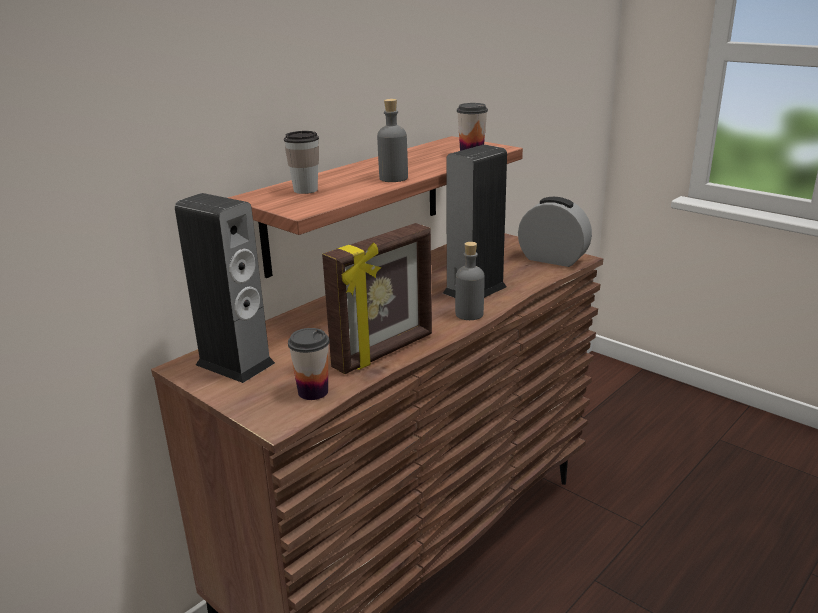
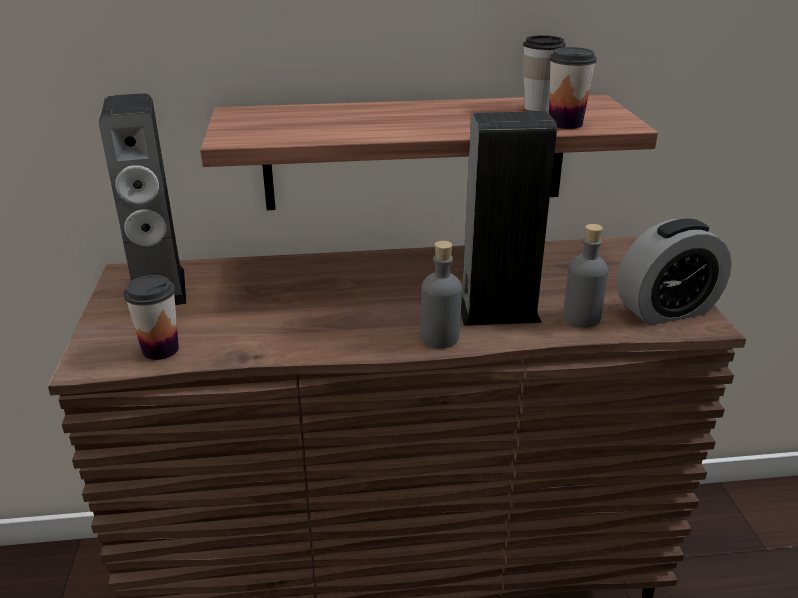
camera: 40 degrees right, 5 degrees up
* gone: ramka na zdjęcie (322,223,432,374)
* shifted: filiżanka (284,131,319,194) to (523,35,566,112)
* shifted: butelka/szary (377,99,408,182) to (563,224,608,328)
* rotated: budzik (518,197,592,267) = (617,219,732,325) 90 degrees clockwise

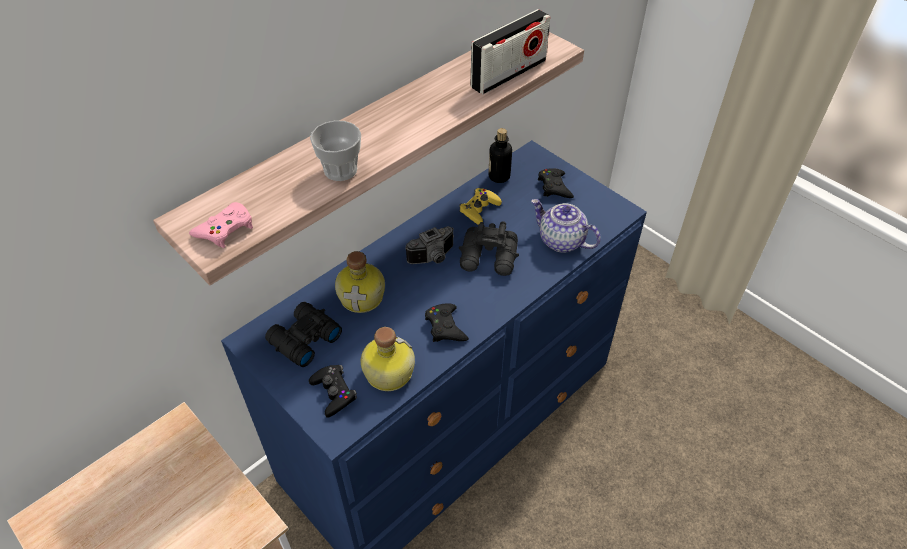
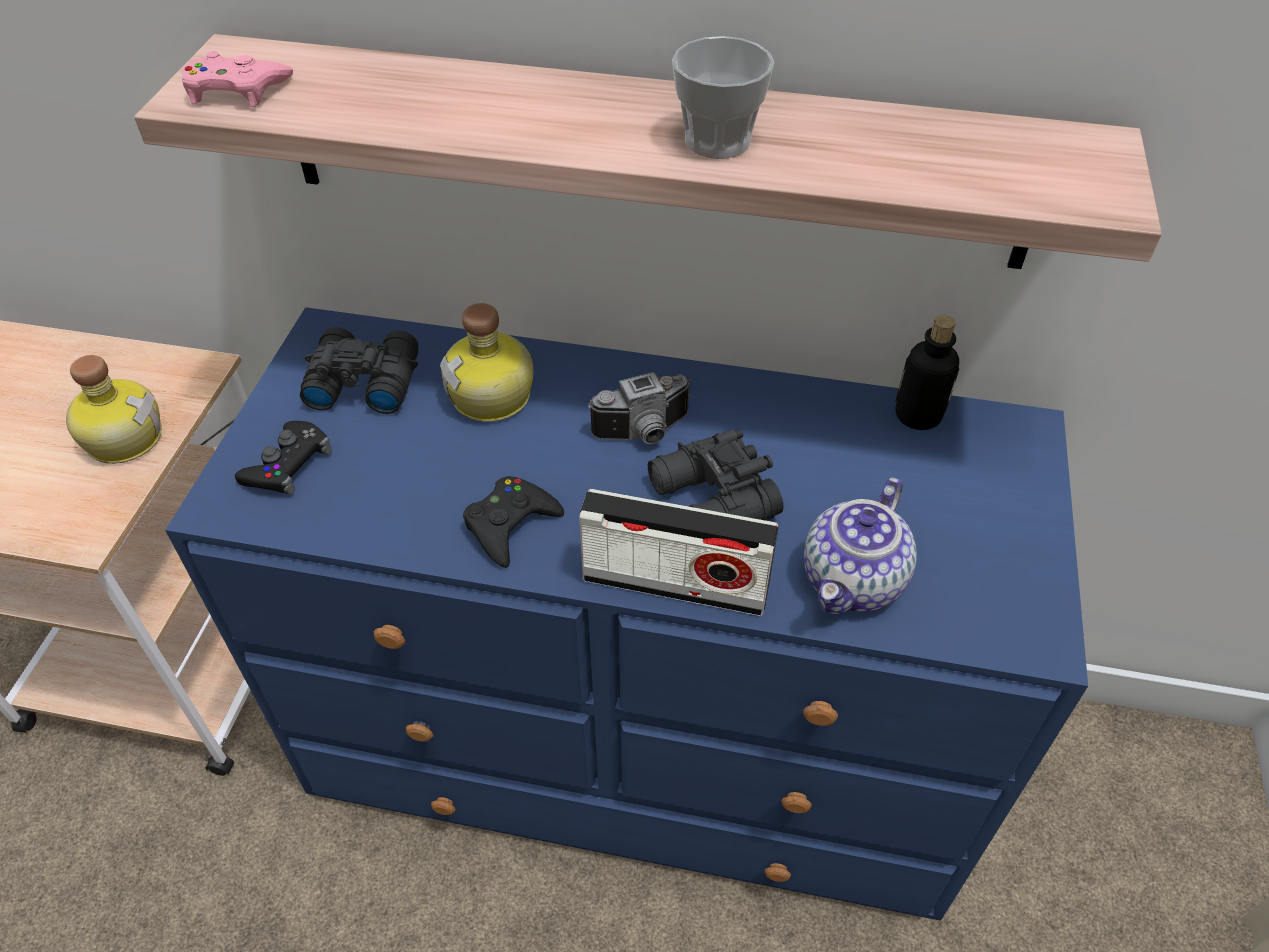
camera: 55 degrees right, 0 degrees up
* gone: pad do gier/żółty (459,188,502,225)
* gone: pad do gier/czarny (538,168,574,198)
* shifted: filiżanka (310,120,361,181) to (672,36,774,159)
* shifted: butelka (361,327,415,391) to (66,355,162,464)
* shifted: radio (471,9,550,95) to (579,489,778,616)
* rotated: aparat fotograficzny (405,226,454,264) = (588,372,691,444) 45 degrees counterclockwise
* rotated: imbryk (531,199,601,253) = (804,477,917,615) 150 degrees counterclockwise

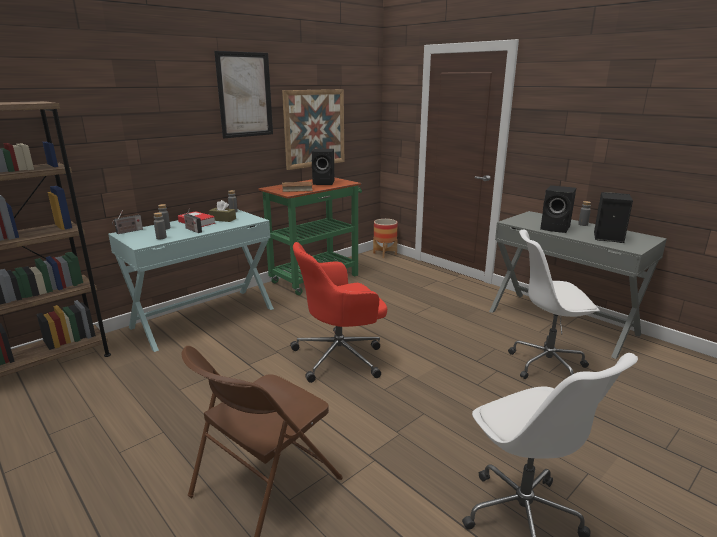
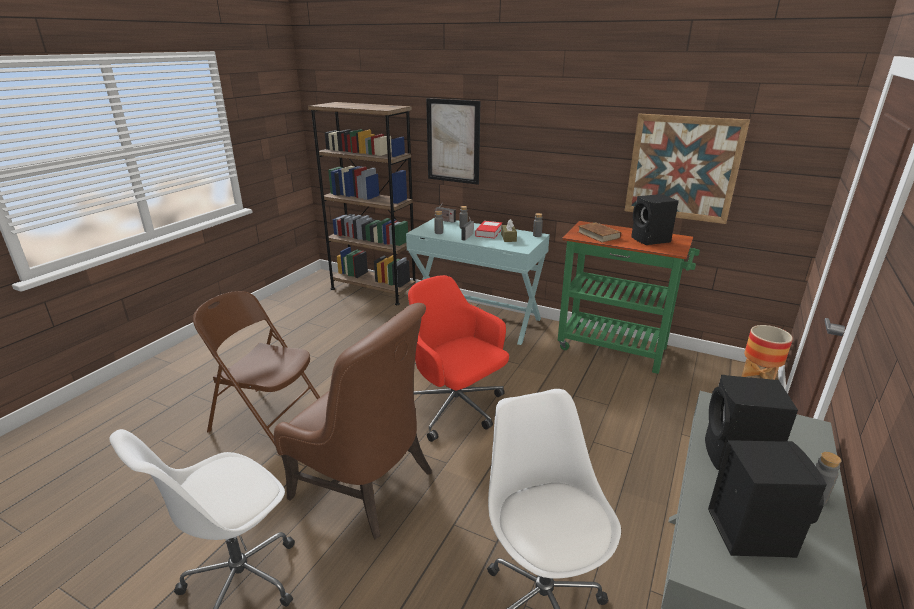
camera: 70 degrees right, 5 degrees up
* new: krzesło/brązowy (274,303,432,539)
* shifted: obraz (214,51,273,138) to (426,98,480,185)

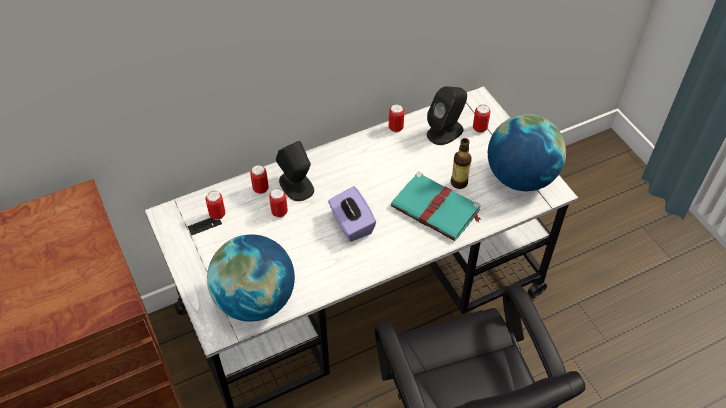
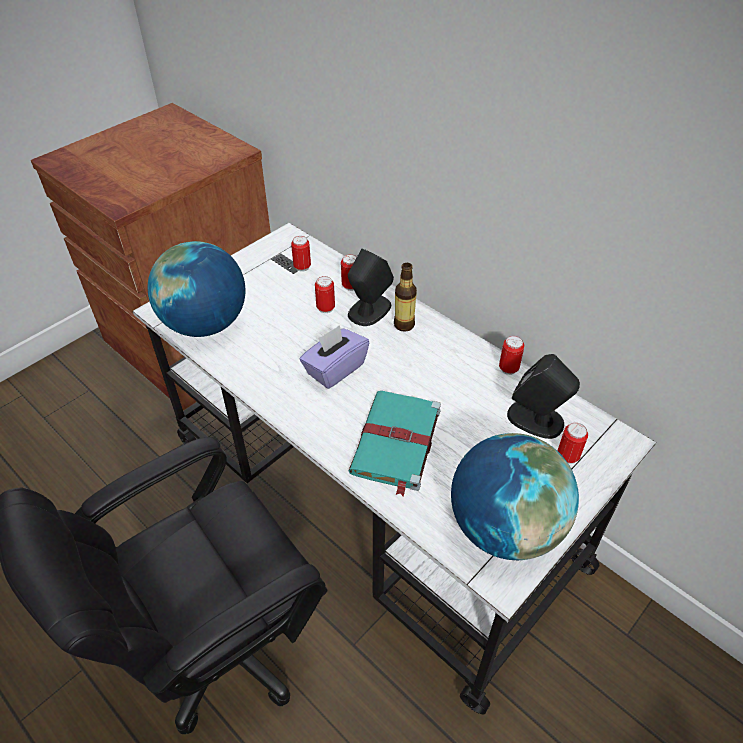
camera: 70 degrees right, 5 degrees down
* shifted: butelka (451,138,472,189) to (394,263,417,332)

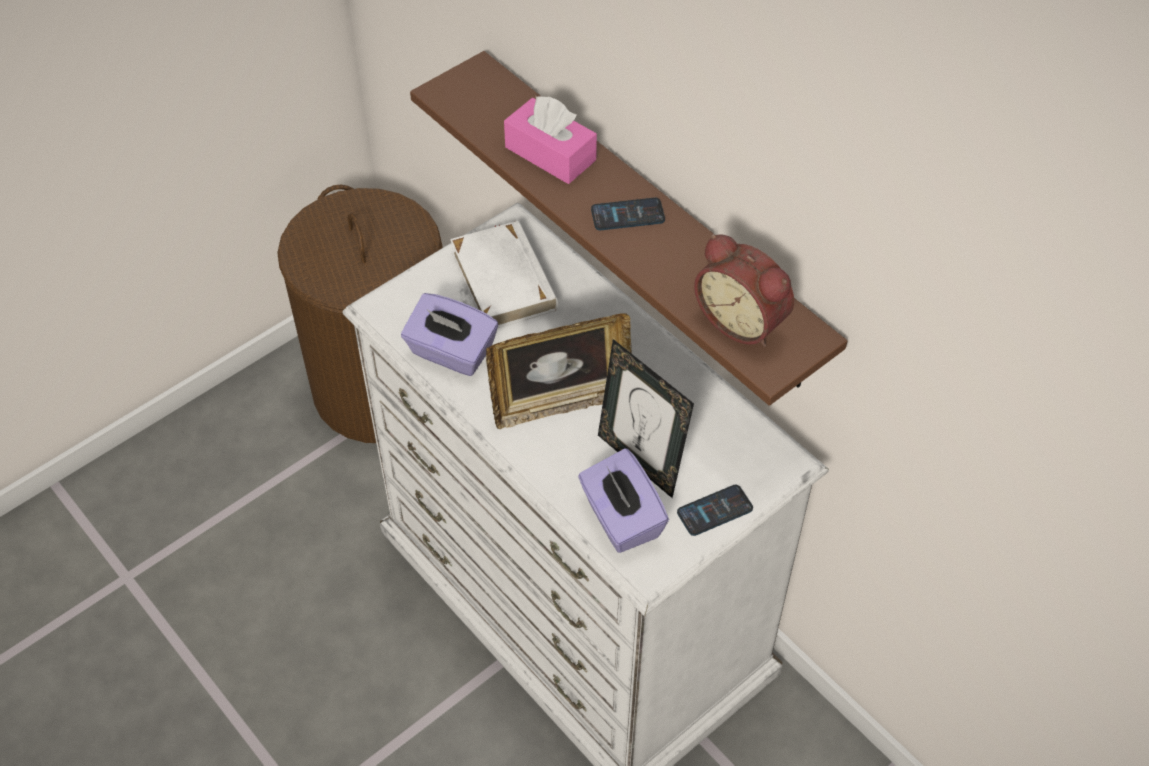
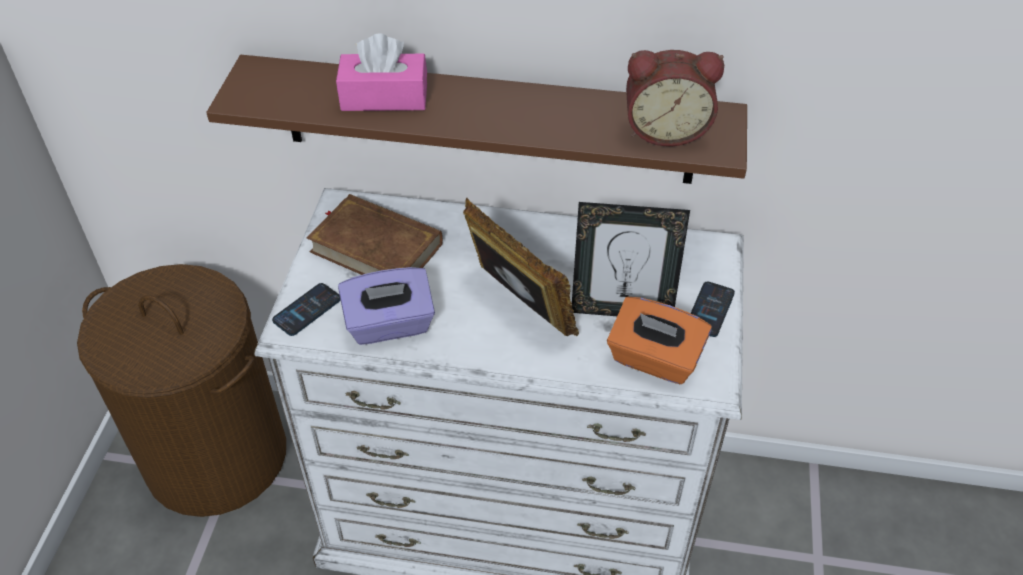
camera: 40 degrees left, 5 degrees down
* shifted: telefon (591,198,665,230) to (272,283,341,336)
* repainted: książka/biały (450,221,558,328) to książka/brązowy (307,194,443,275)
* repainted: pudełko chusteczek/fioletowy (578,448,669,553) to pudełko chusteczek/pomarańczowy (607,297,712,384)
* rotated: ramka na zdjęcie (486,314,632,429) = (463,198,579,336) 75 degrees counterclockwise

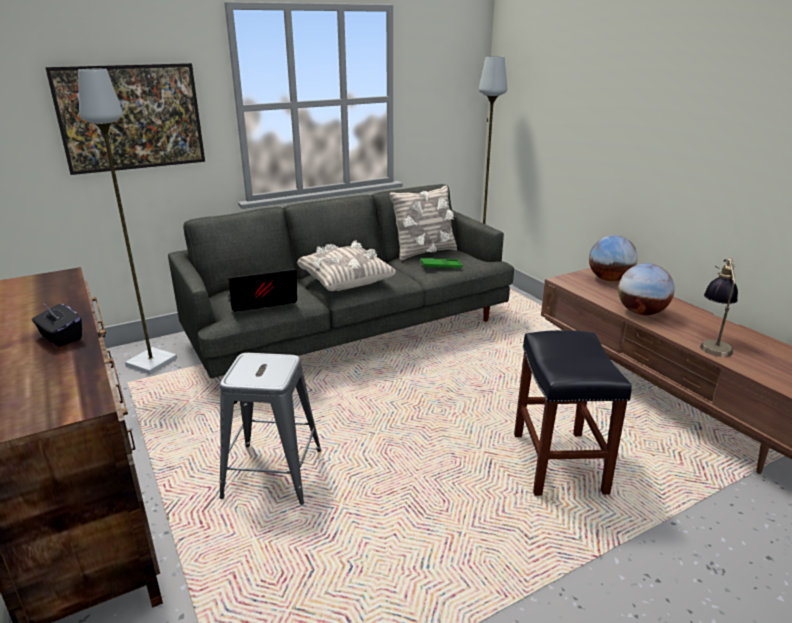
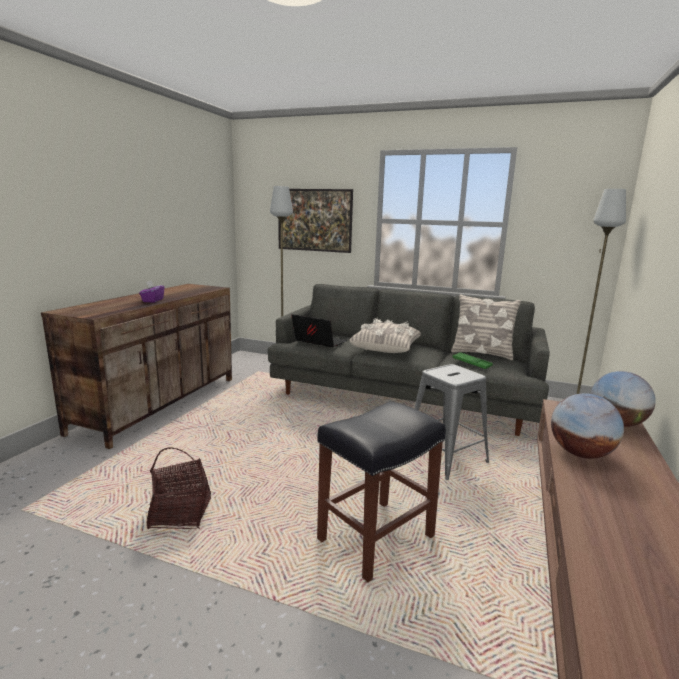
camera: 50 degrees right, 10 degrees down
* gone: lampa stołowa (700,258,738,357)
* new: koszyk (147,448,211,529)
* shifted: stołek/szary (220,353,321,505) to (414,364,489,480)
* repainted: pudełko chusteczek/czarny (32,304,82,347) to pudełko chusteczek/fioletowy (139,281,164,302)

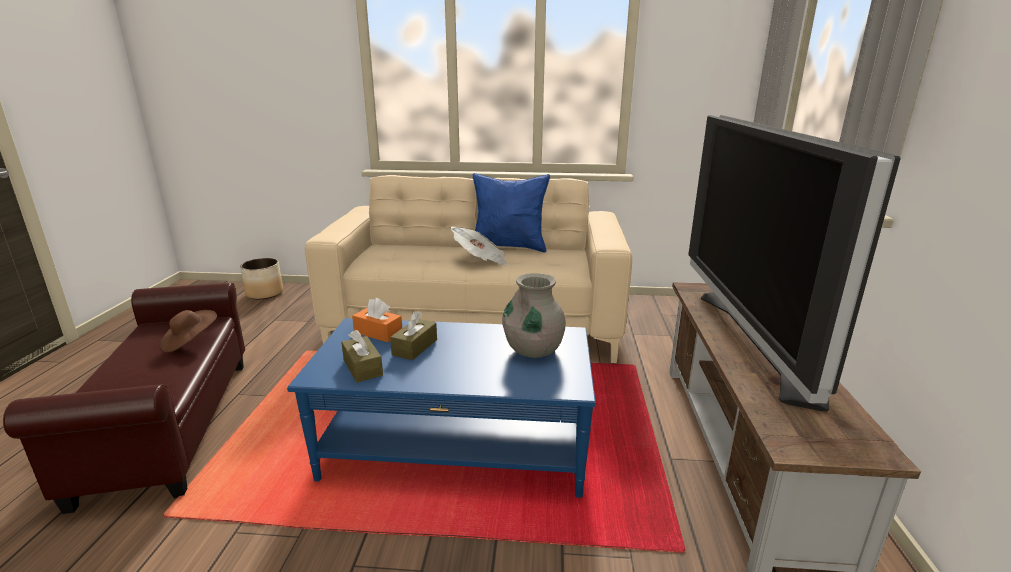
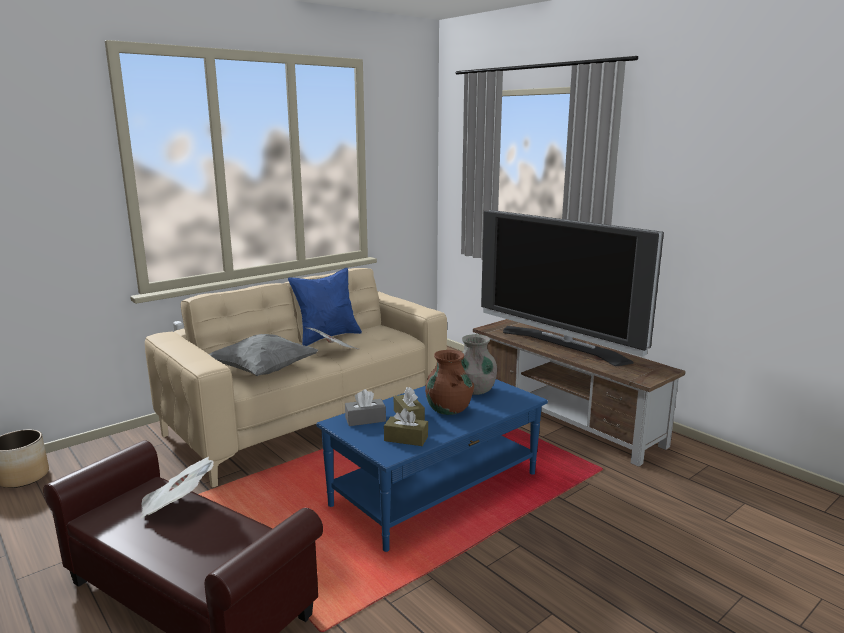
camera: 45 degrees left, 5 degrees down
* new: poduszka/szary (209,334,319,376)
* new: wazon/brązowy (425,350,474,415)
* swapped: kapelusz/brązowy (160,310,217,353) to gazeta (140,457,214,518)
* repainted: pudełko chusteczek/pomarańczowy (352,298,402,342) to pudełko chusteczek/szary (345,389,386,426)

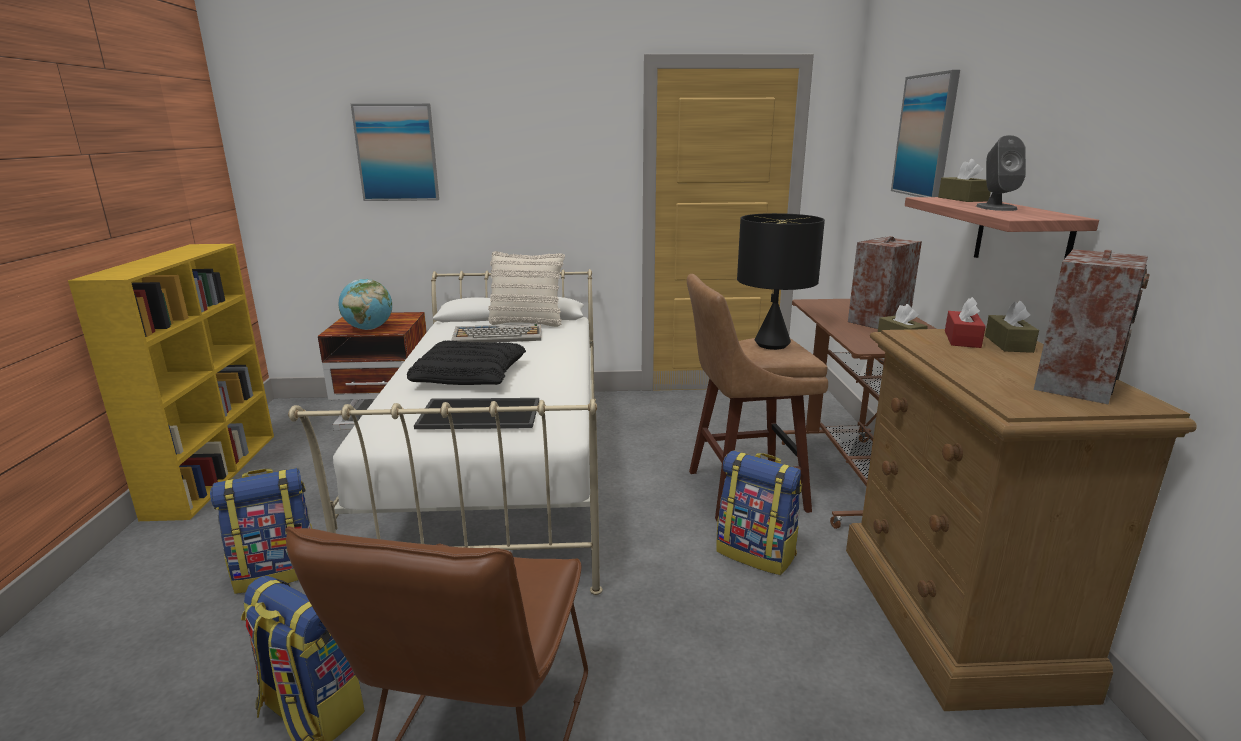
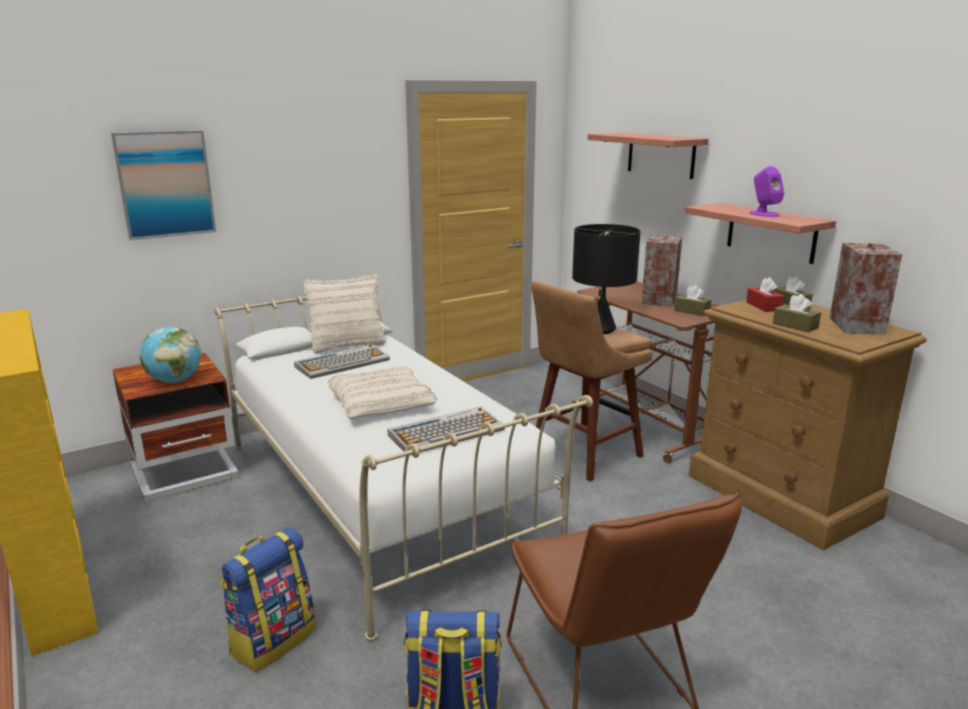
camera: 30 degrees left, 0 degrees up
* gone: plecak (716,450,802,575)
* shifted: pudełko chusteczek/brązowy (938,159,991,202) to (773,294,821,332)
* swapped: taca (414,398,539,429) to klawiatura (388,406,505,455)
* swapped: obraz (891,70,960,197) to półka (588,133,709,179)
* repainted: poduszka/czarny (407,340,526,385) to poduszka/beżowy (327,366,438,419)
* repainted: głośnik/szary (976,135,1026,211) to głośnik/fioletowy (749,166,784,217)

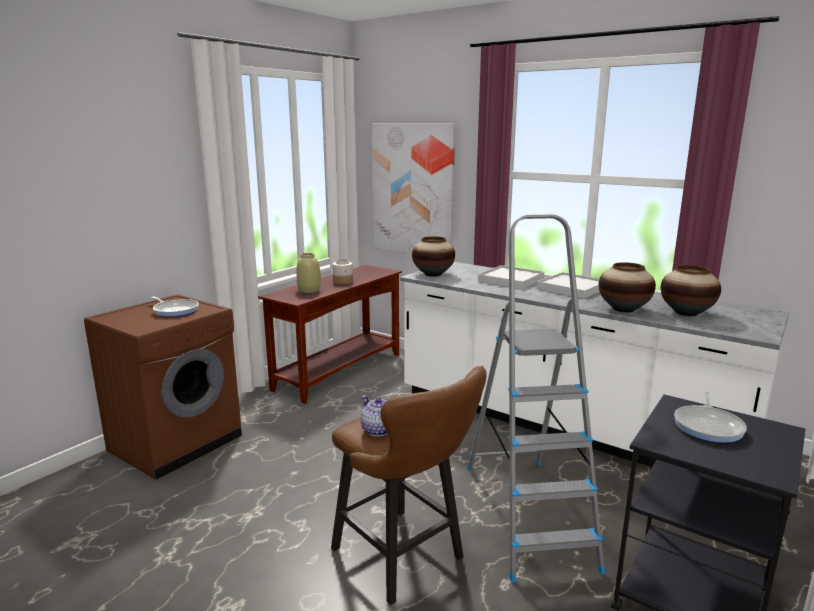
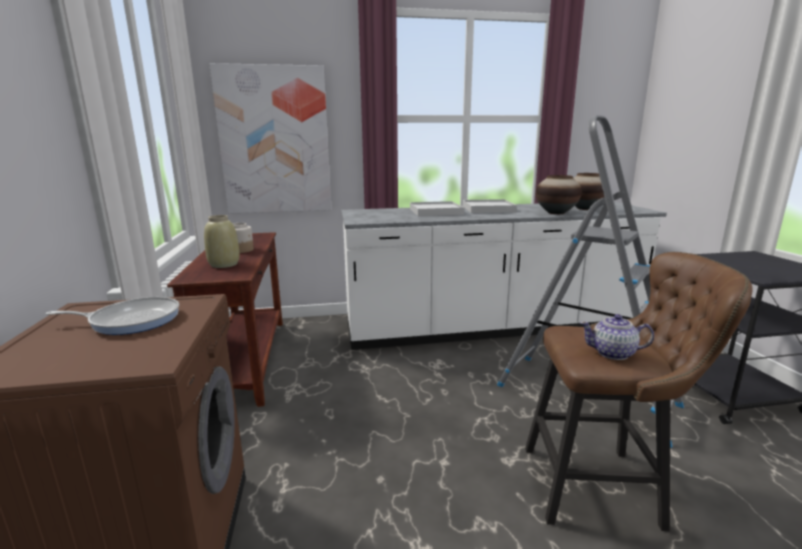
camera: 45 degrees left, 0 degrees up
* gone: wazon (412,236,455,277)
* gone: patelnia (674,391,747,443)

